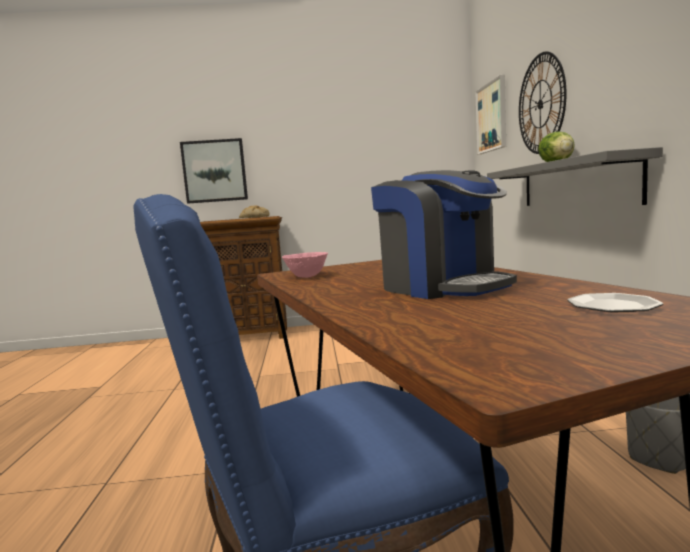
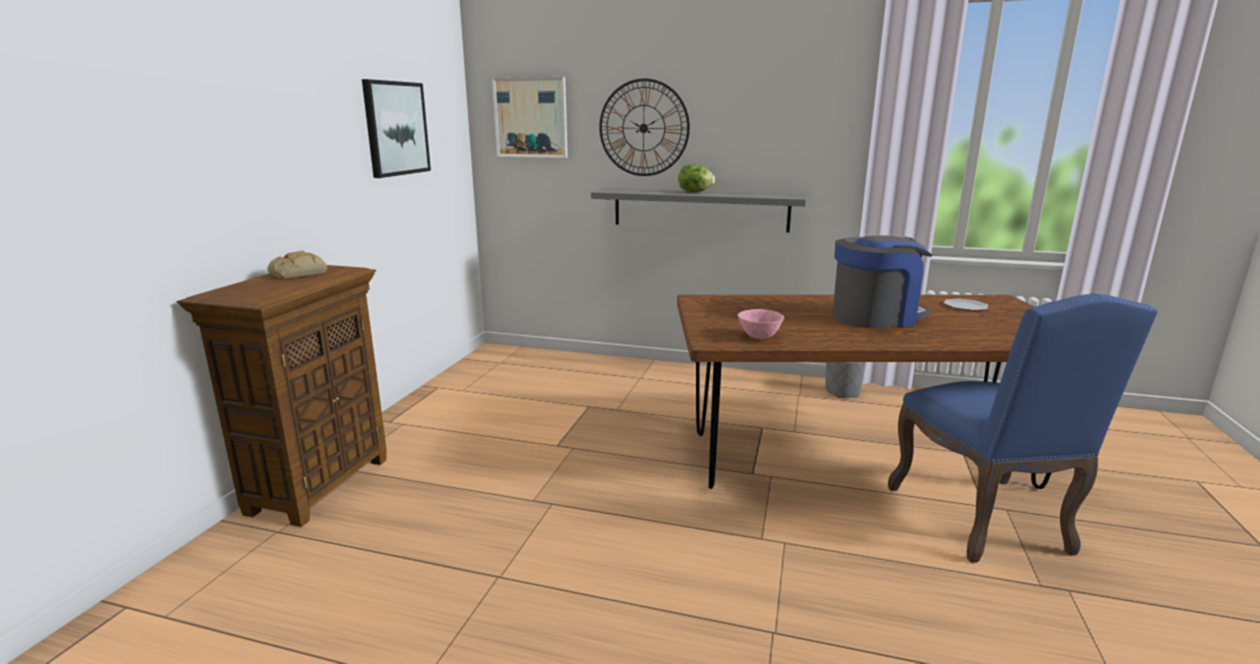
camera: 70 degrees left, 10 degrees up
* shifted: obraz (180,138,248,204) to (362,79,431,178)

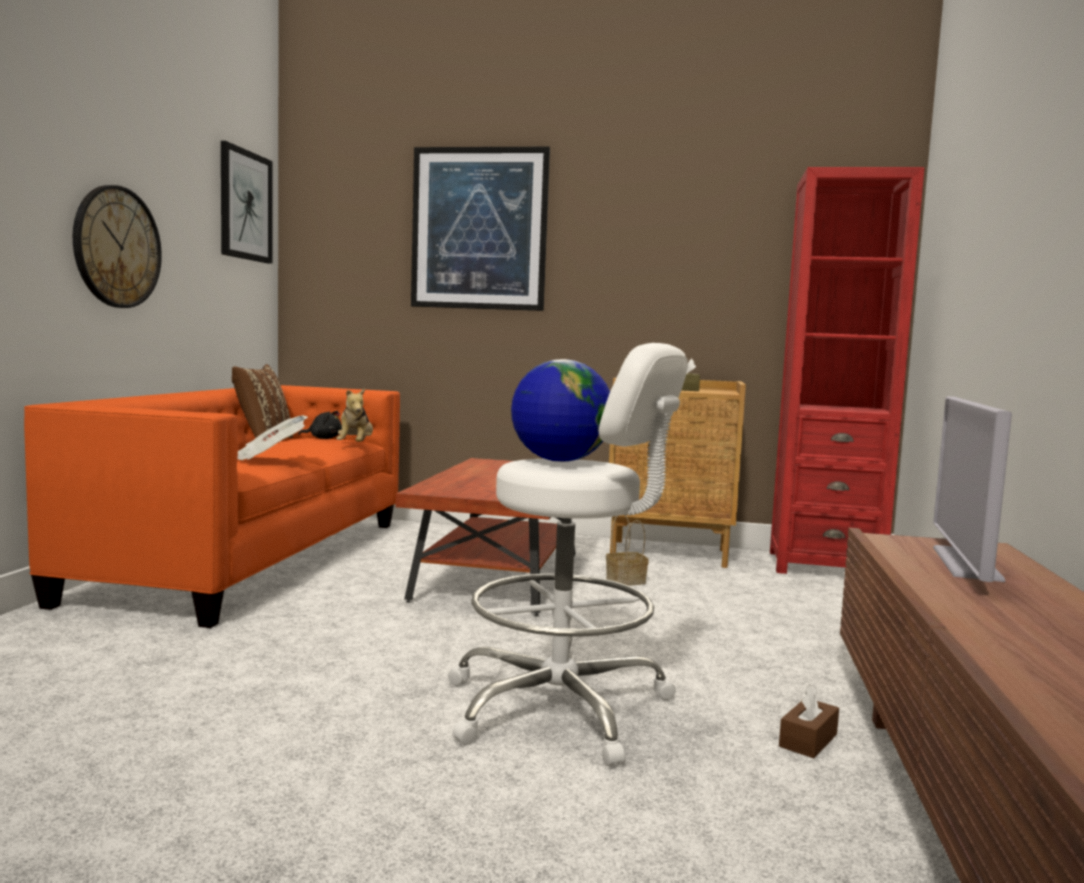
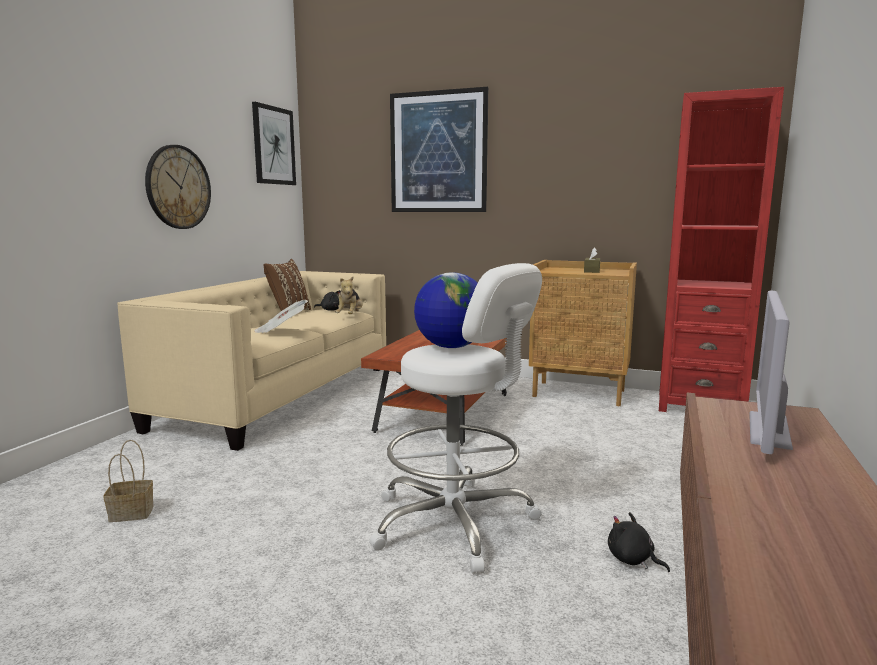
camera: 10 degrees right, 5 degrees up
* shifted: koszyk (606,516,649,586) to (104,440,154,522)
* swapped: pudełko chusteczek/brązowy (779,685,839,758) to pluszak/czarny (608,512,670,572)
* repainted: kanapa/pomarańczowy (24,385,400,628) to kanapa/beżowy (117,271,386,451)

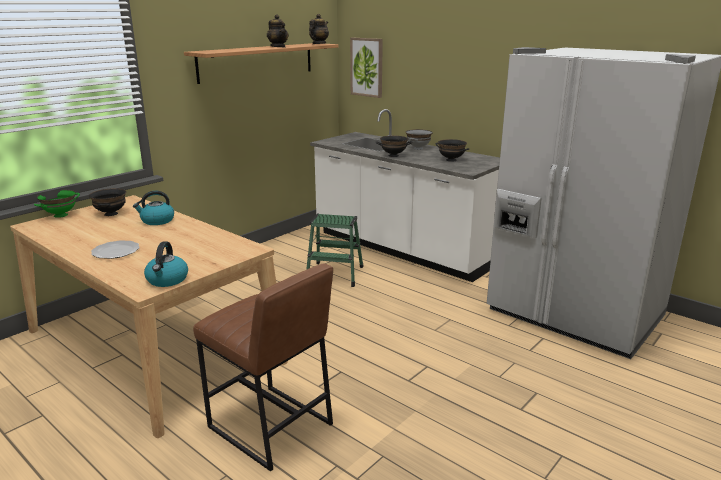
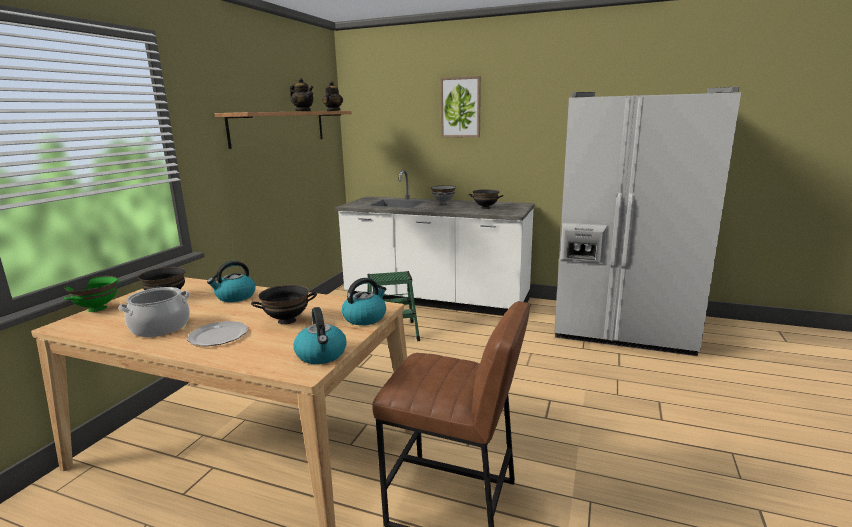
camera: 20 degrees left, 5 degrees down
* new: garnek (118,287,190,337)
* new: czajnik (342,278,387,325)
* shifted: obraz (350,38,383,98) to (440,76,481,137)
* shifted: miska/czarny (375,136,413,157) to (251,285,317,325)

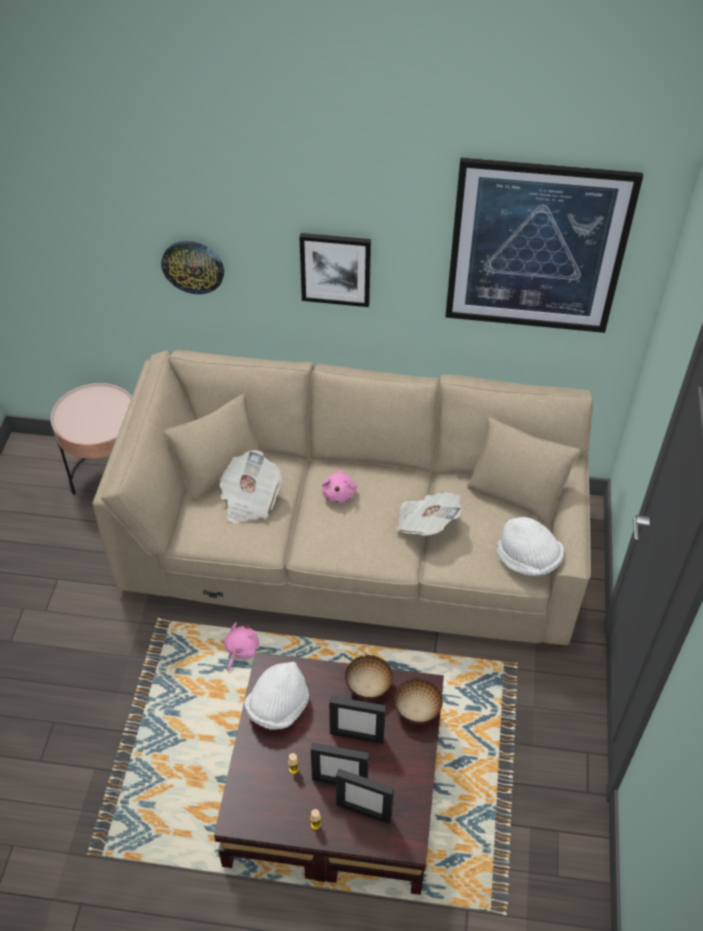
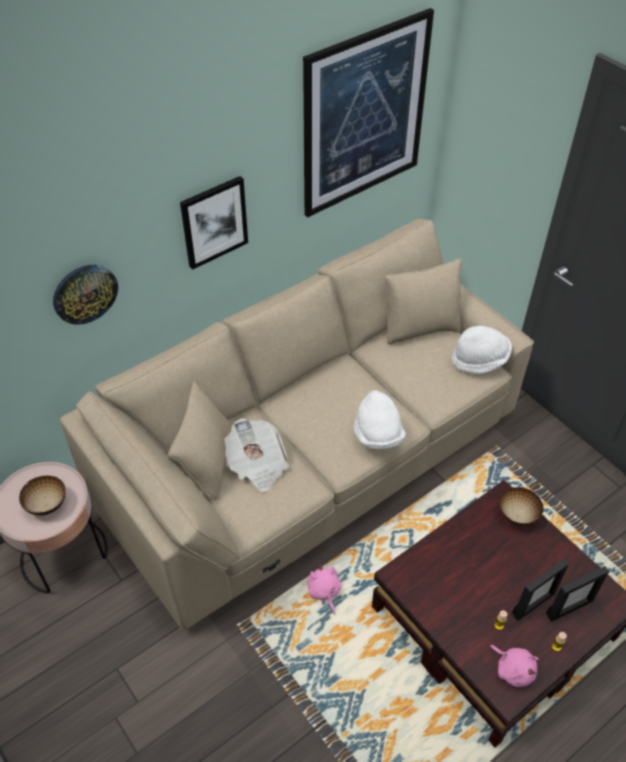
camera: 45 degrees left, 0 degrees up
* gone: ramka na zdjęcie (329,696,386,744)
* gone: gazeta (396,492,462,536)
* shifted: kapelusz/biały (244,662,309,730) to (353,390,406,449)
* shifted: pluszak/różowy (322,469,357,503) to (490,645,538,687)
* shifted: miska (345,655,393,699) to (19,476,66,516)

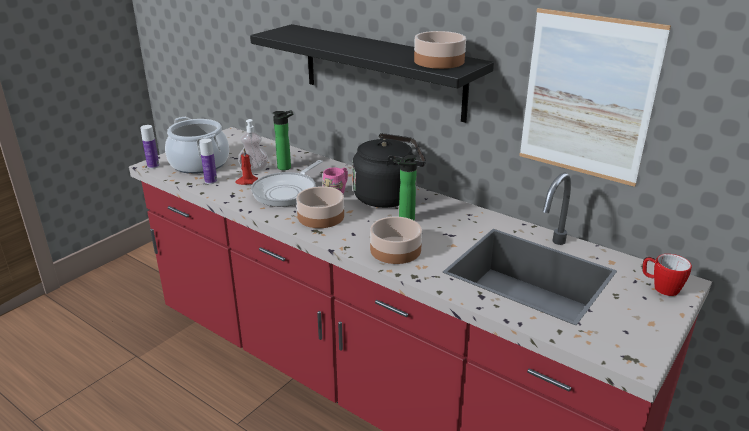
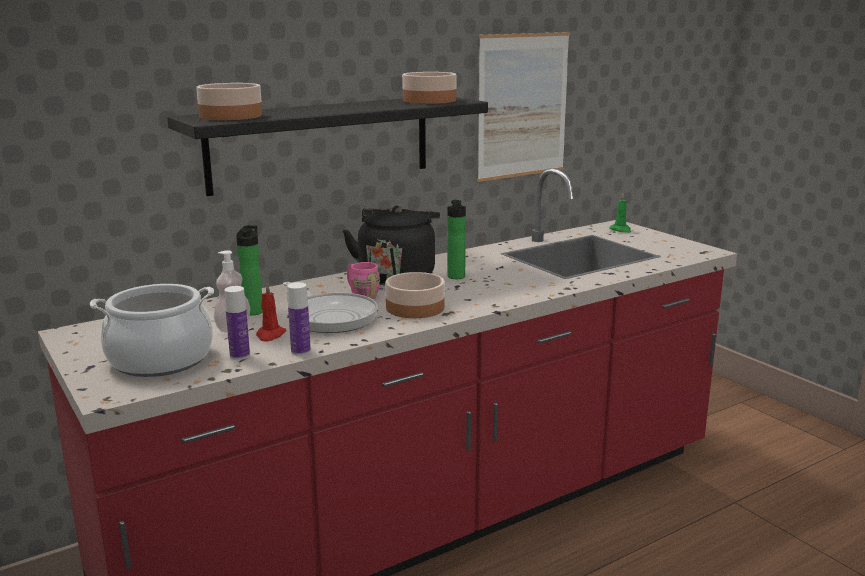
camera: 70 degrees left, 10 degrees down
* shifted: butelka (140,125,160,169) to (287,282,311,356)
* shifted: miska (370,217,422,264) to (196,83,262,120)
* swapped: kubek (642,254,692,296) to świeca/zielony (610,193,631,233)

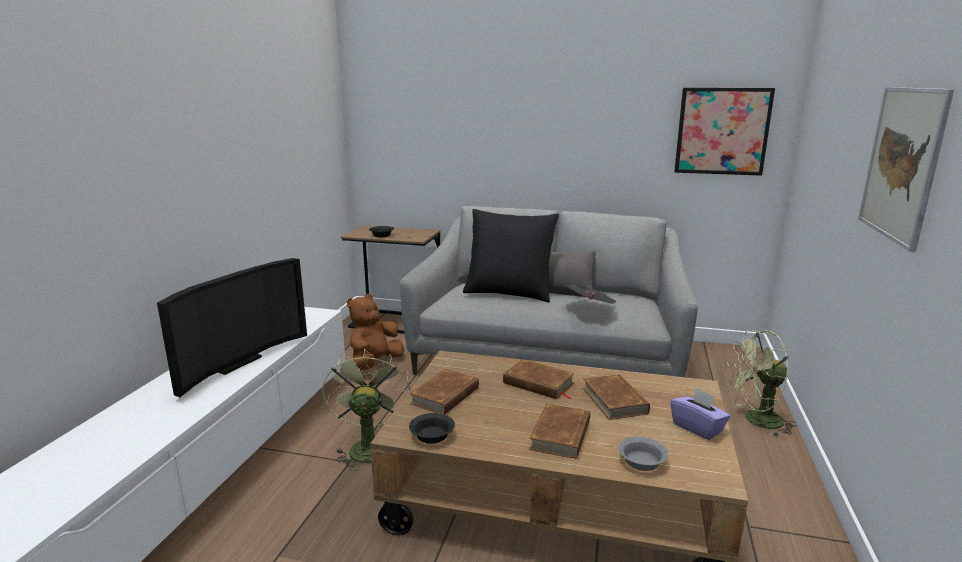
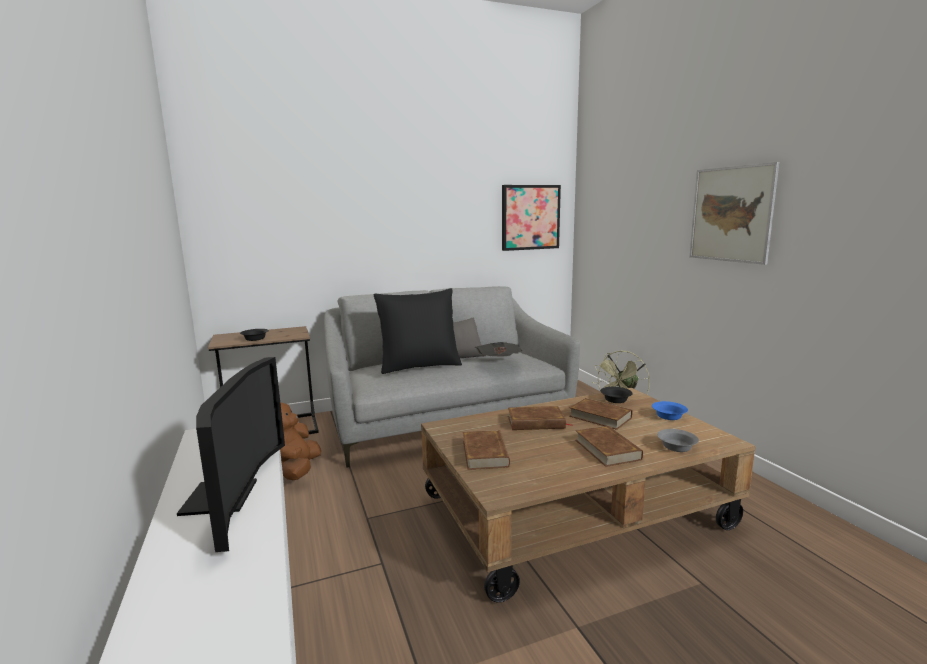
camera: 35 degrees left, 5 degrees down
* gone: wentylator/zielony (322,349,410,471)
* shifted: miska/czarny (409,413,455,444) to (600,387,633,403)
* swapped: pudełko chusteczek/fioletowy (670,388,730,440) to miska/niebieski (652,401,688,420)

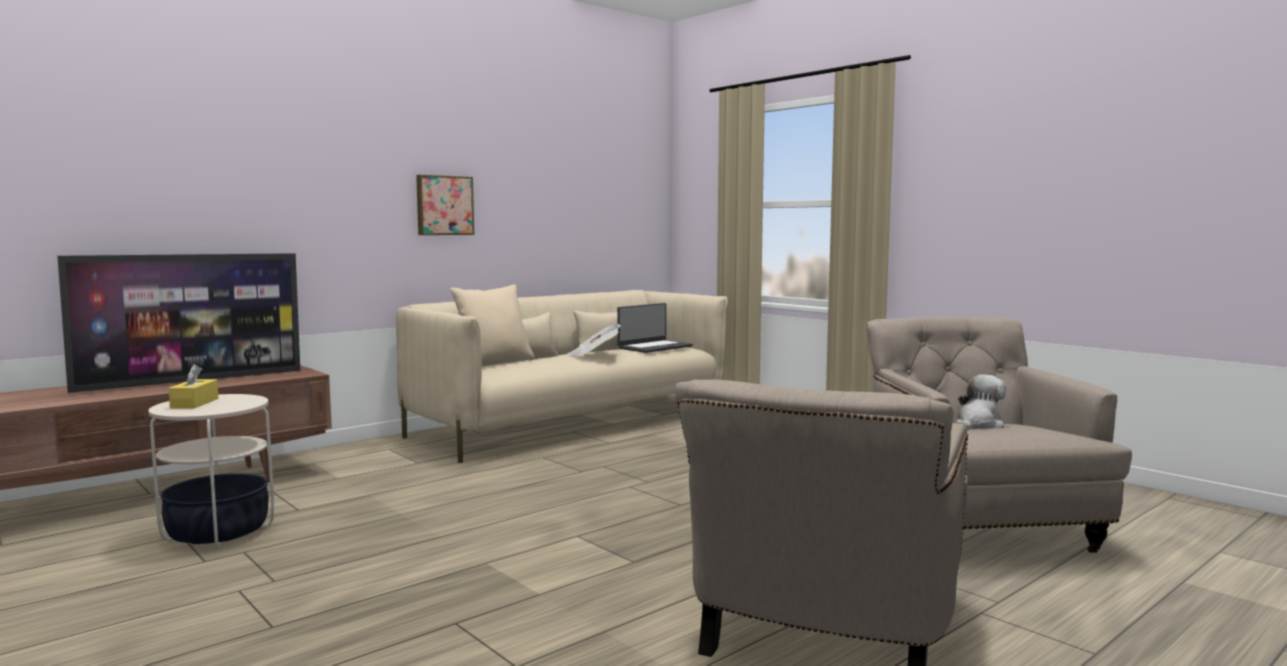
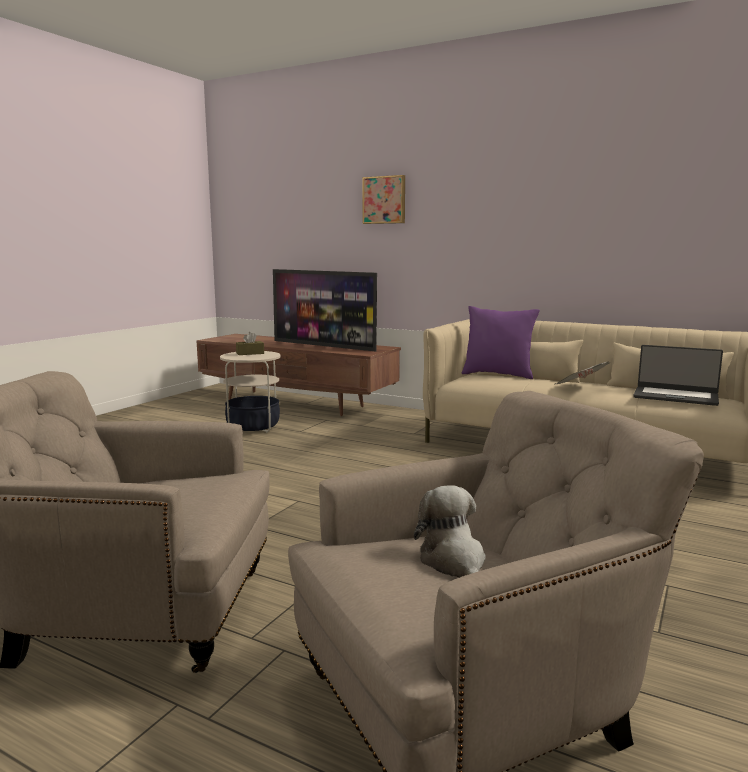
camera: 70 degrees right, 5 degrees up
* shifted: obraz (416,175,474,235) to (362,175,405,224)
* repainted: pudełko chusteczek/żółty (168,364,218,408) to pudełko chusteczek/brązowy (236,332,264,355)
* repainted: poduszka/beżowy (450,285,535,364) to poduszka/fioletowy (462,306,540,379)
* rotated: pluszak (956,374,1006,430) = (414,485,486,578) 135 degrees counterclockwise

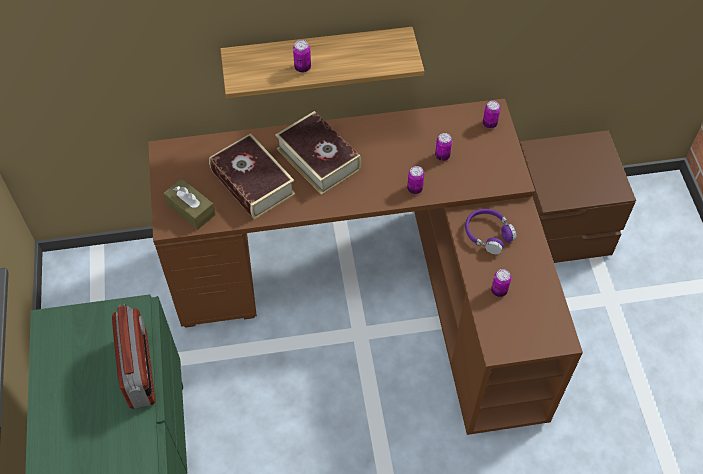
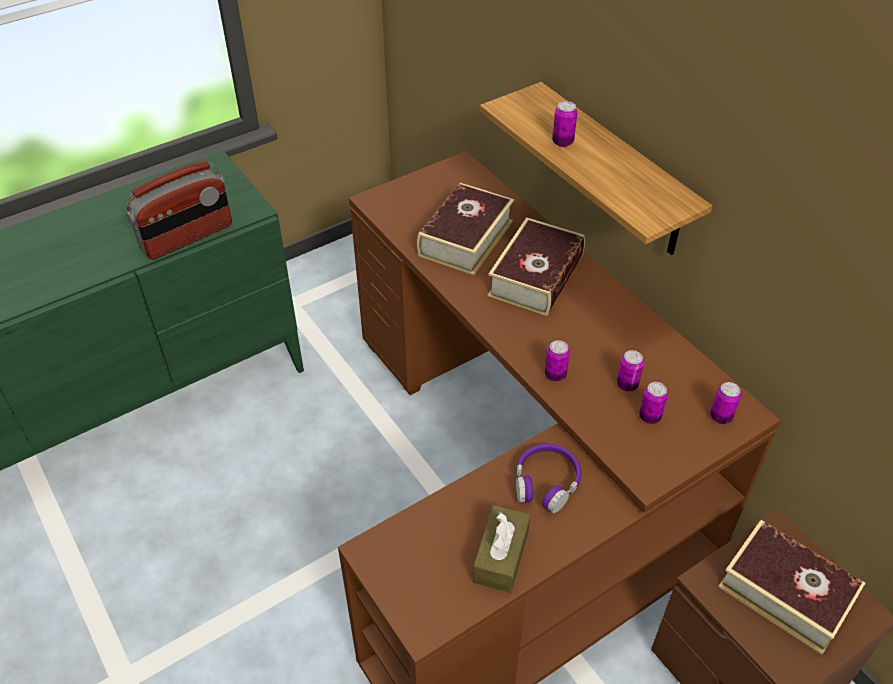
camera: 65 degrees right, 10 degrees down
* new: książka (718,520,865,655)
* shifted: pudełko chusteczek/brązowy (163,179,216,230) to (473,505,531,593)
* shifted: puszka (491,269,511,297) to (639,382,668,424)

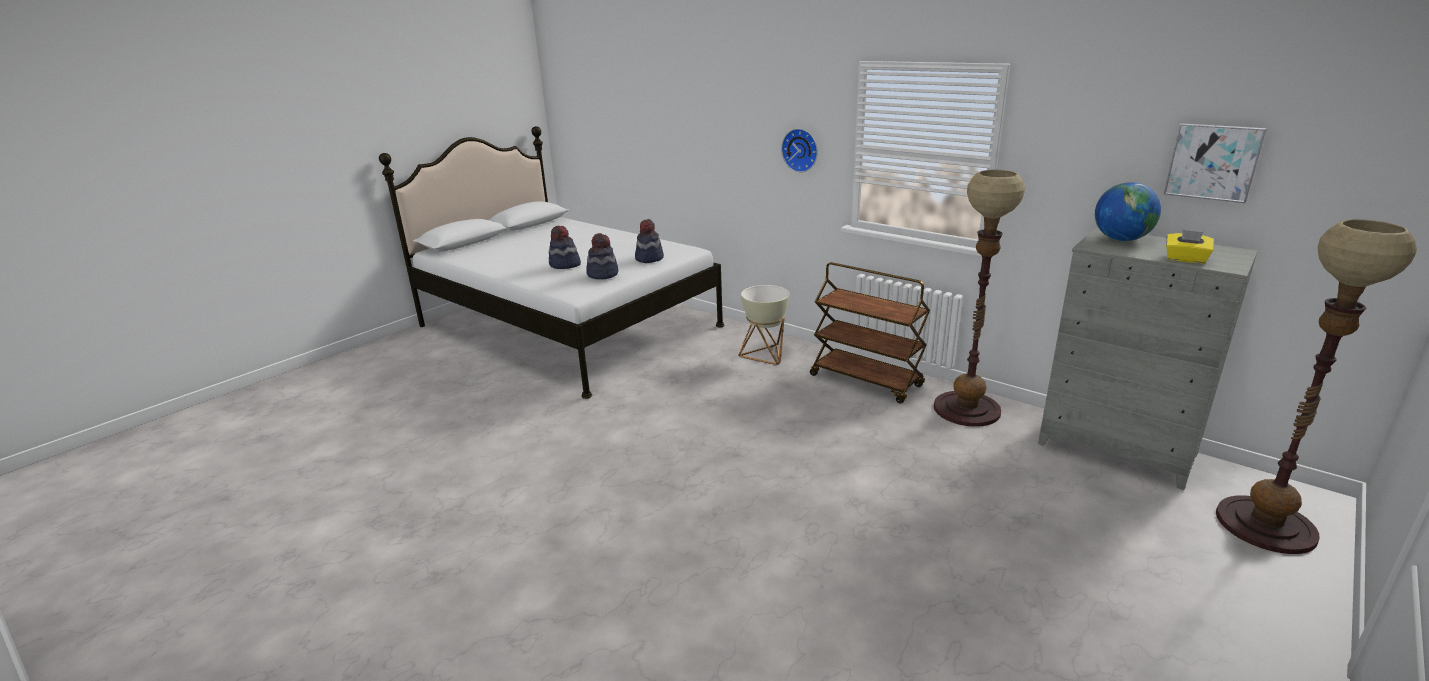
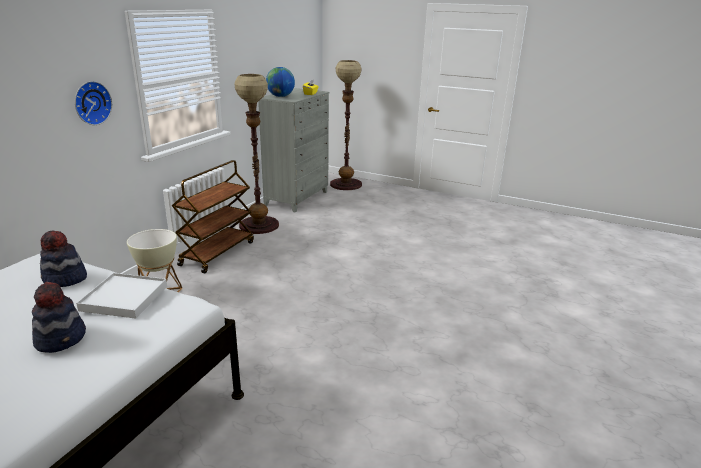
camera: 105 degrees left, 0 degrees up
* gone: obraz (1164,123,1267,203)
* swapped: kapelusz (586,233,618,279) to taca/biały (76,273,167,319)

